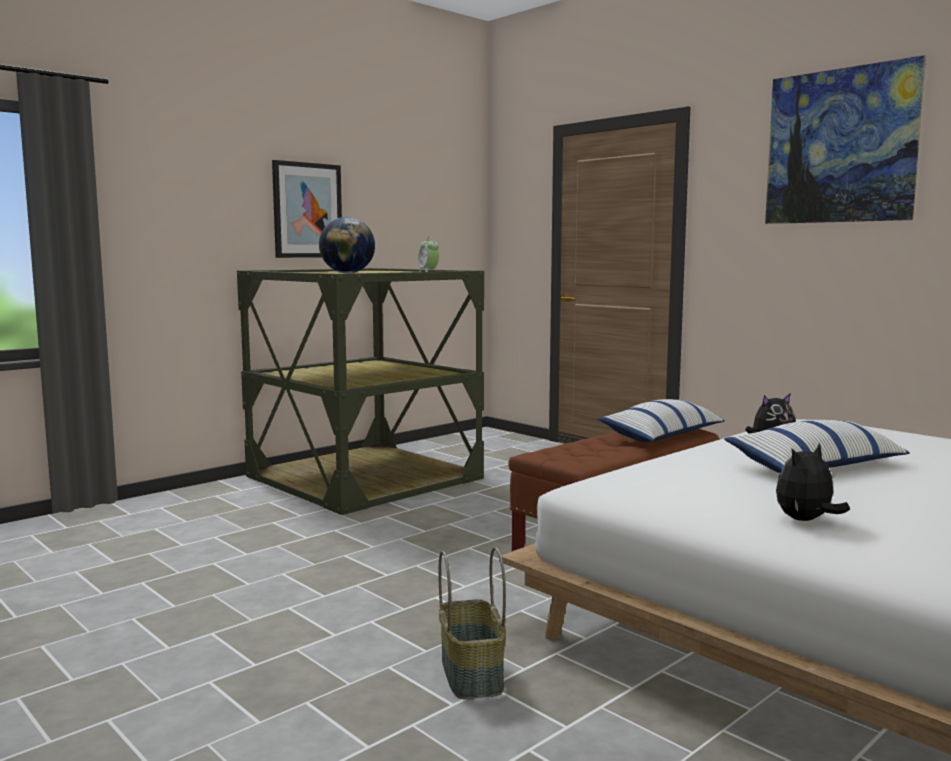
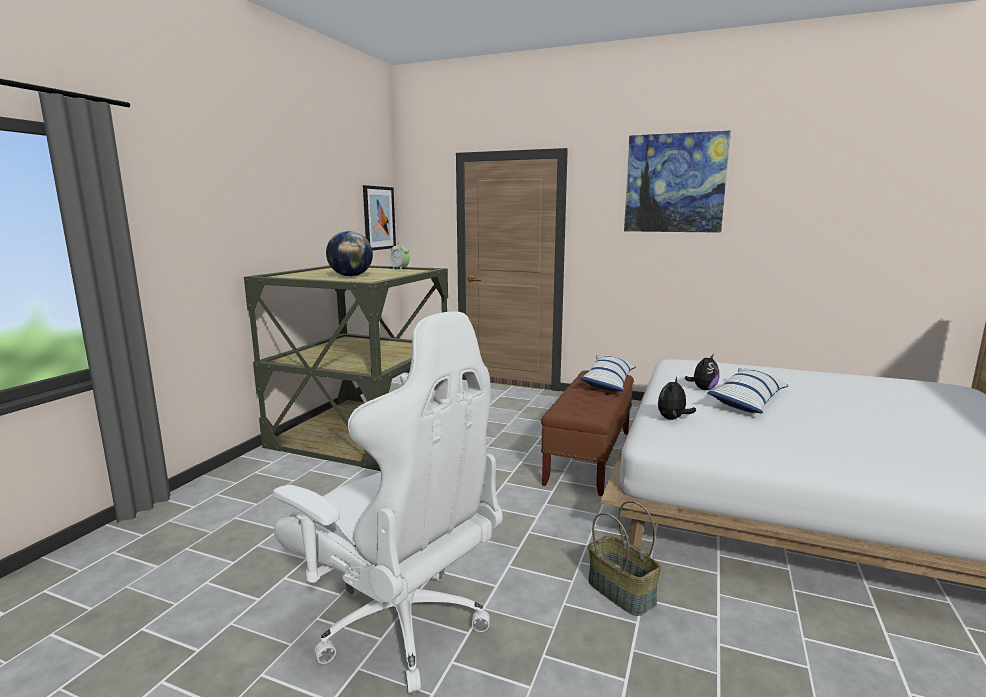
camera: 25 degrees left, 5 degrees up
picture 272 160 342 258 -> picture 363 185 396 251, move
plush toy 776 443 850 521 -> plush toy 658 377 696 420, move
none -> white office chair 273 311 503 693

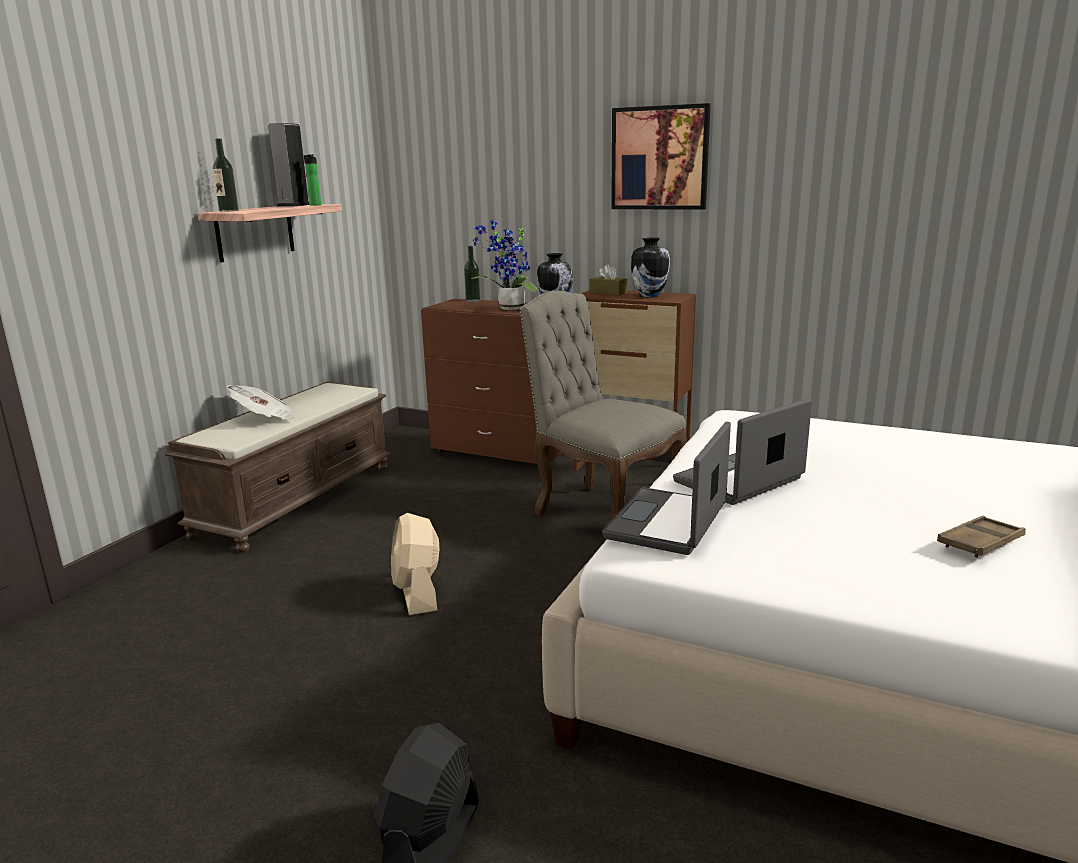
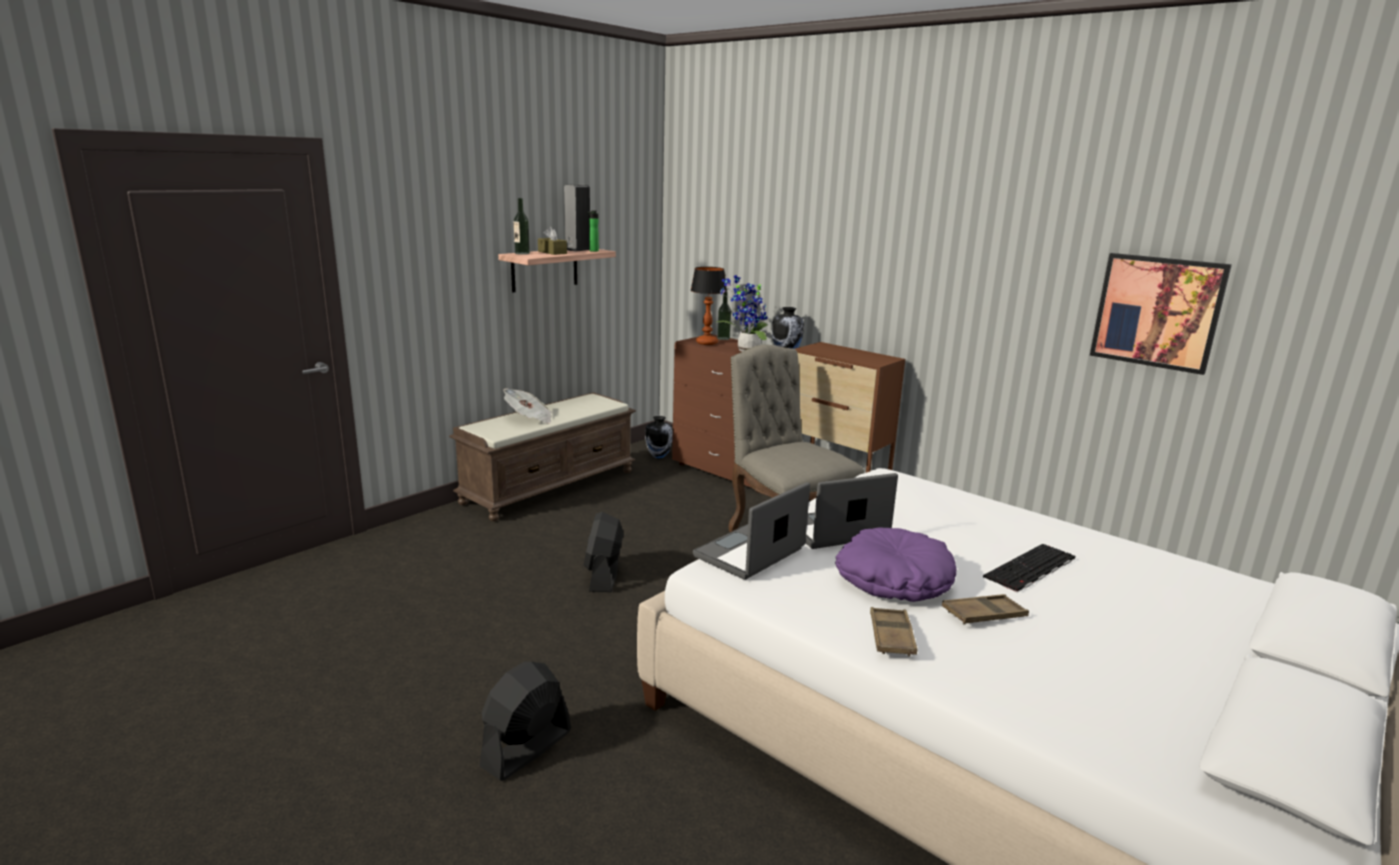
camera: 15 degrees right, 0 degrees up
picture 611 103 711 210 -> picture 1090 253 1232 375, move
vase 631 237 670 297 -> vase 645 416 673 459, move
brown tissue box 590 264 627 296 -> brown tissue box 538 227 567 255, move
beige fan 391 513 439 615 -> black fan 584 512 624 592
none -> table lamp 691 267 727 345
none -> purple pillow 835 527 956 602
none -> keyboard 983 544 1075 592
none -> brown tray 870 607 917 656

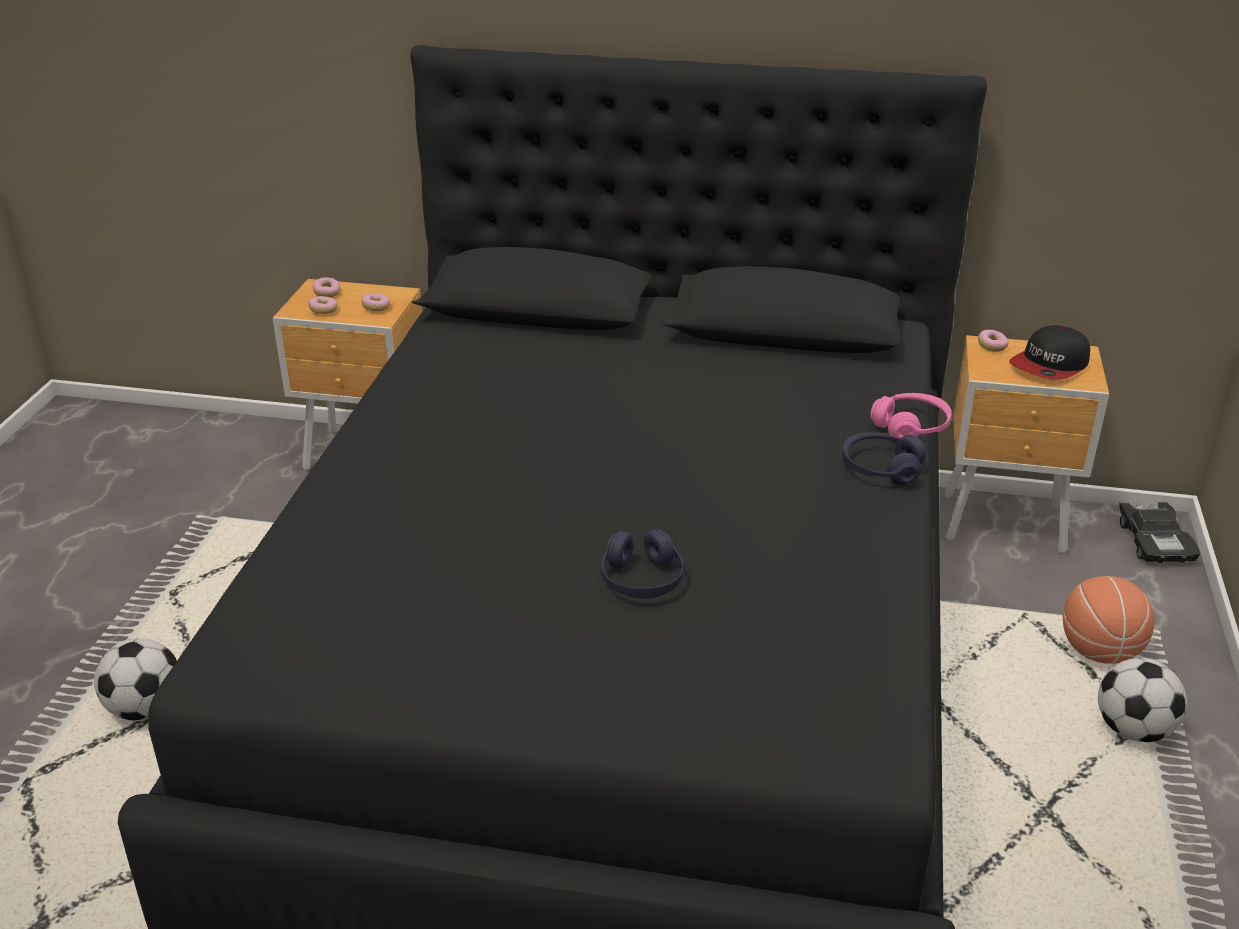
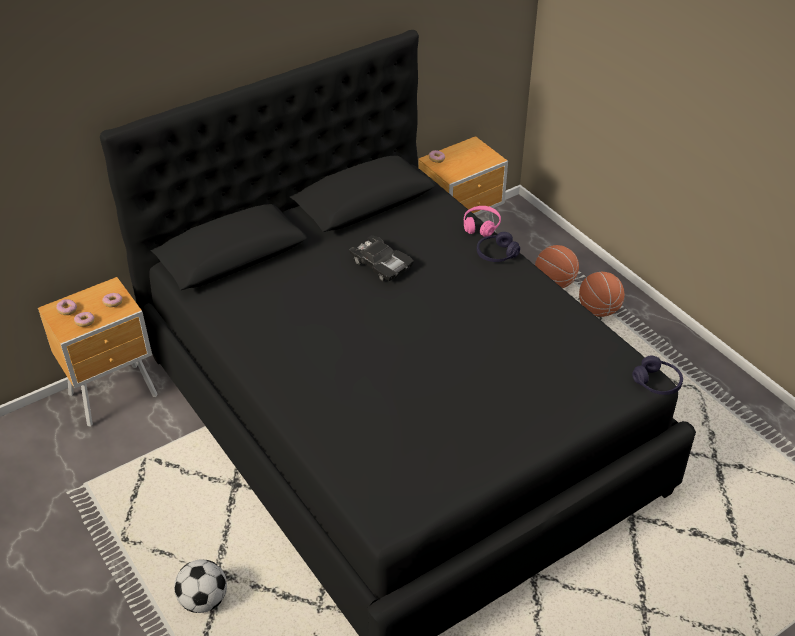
camera: 45 degrees left, 10 degrees up
cap 1009 325 1090 380 -> none
black toy car 1119 502 1200 563 -> black toy car 349 235 414 281, move
purple headphones 601 529 685 599 -> purple headphones 632 355 683 395, move
football 1098 658 1187 742 -> basketball 579 272 624 317

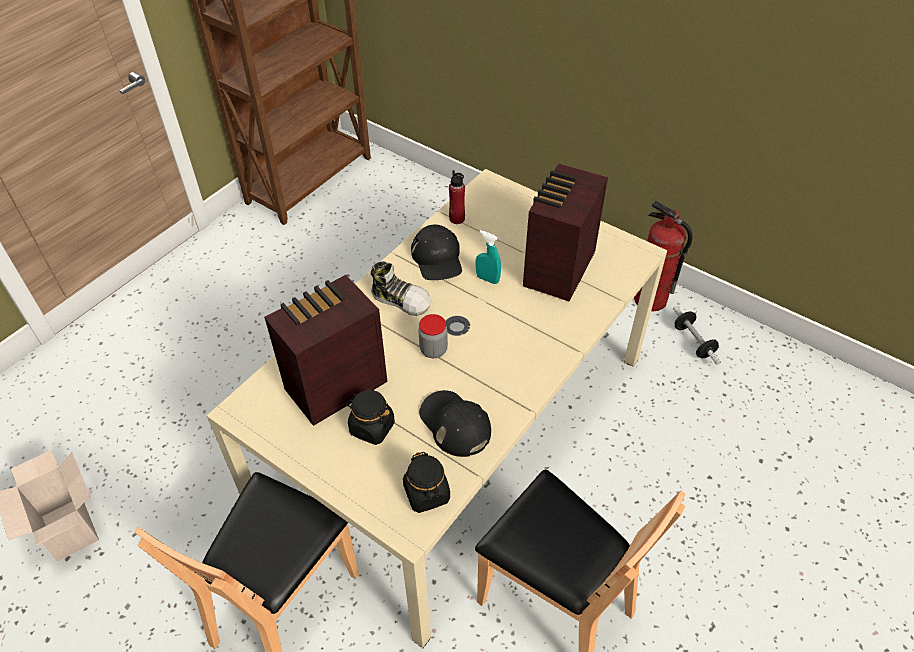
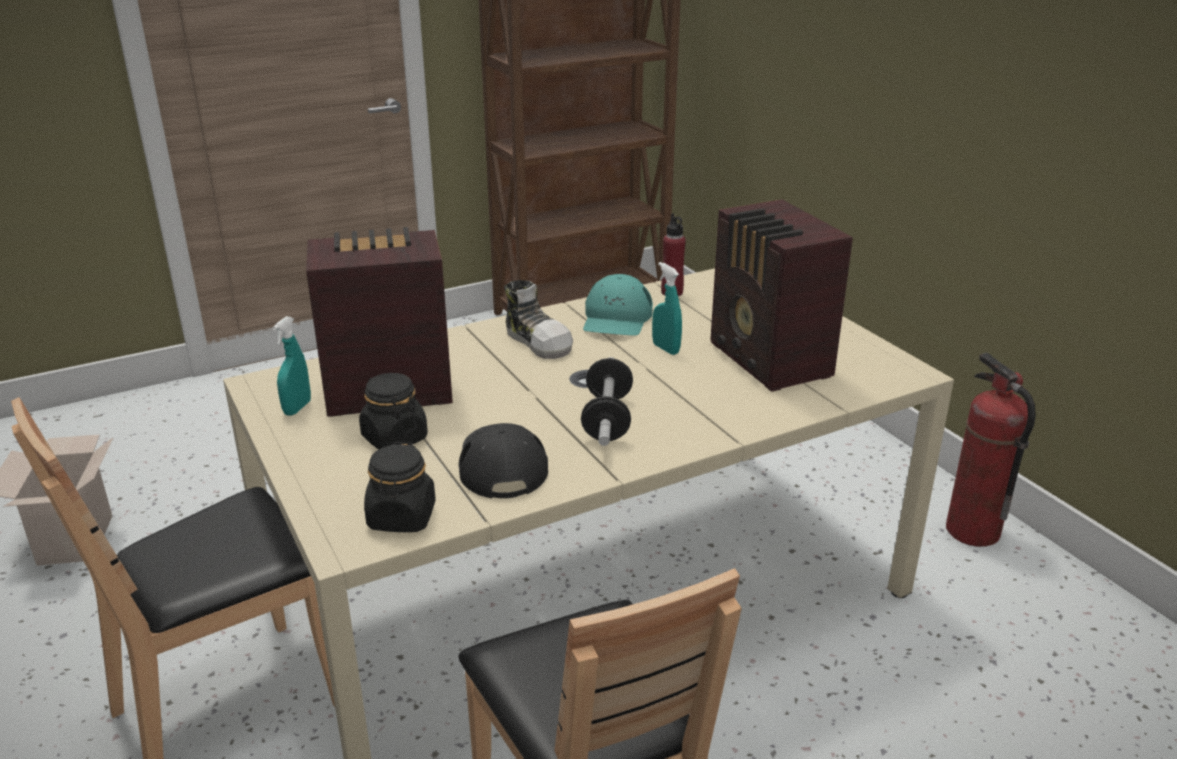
camera: 25 degrees right, 20 degrees down
radio 523 164 608 302 -> radio 710 199 853 392, 75 degrees counterclockwise
black cap 411 225 462 280 -> turquoise cap 583 274 653 336
dumbbell 673 306 721 365 -> dumbbell 581 357 633 446, move
jar 418 314 448 358 -> none
none -> turquoise spray bottle 272 316 311 416

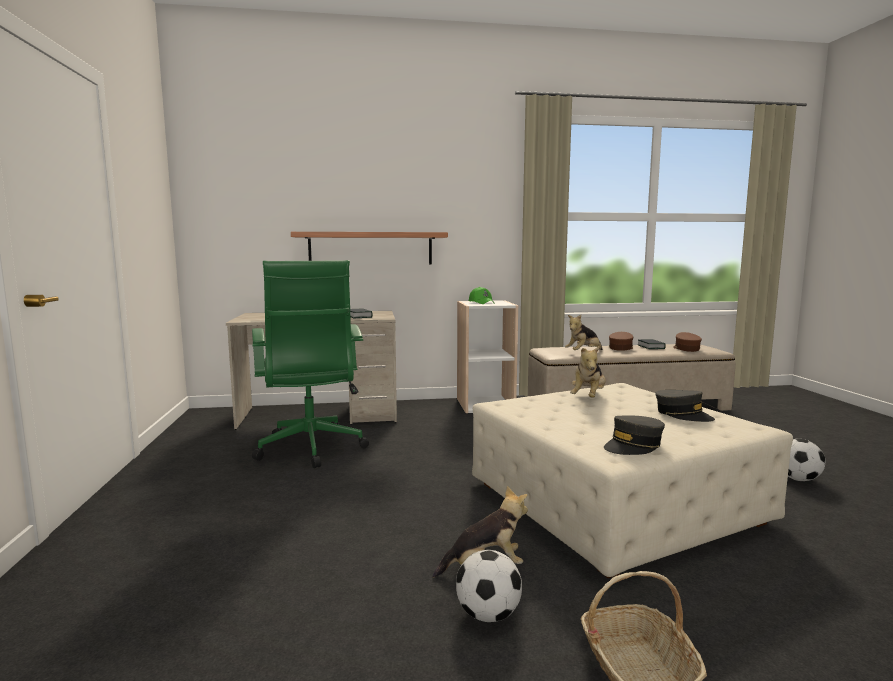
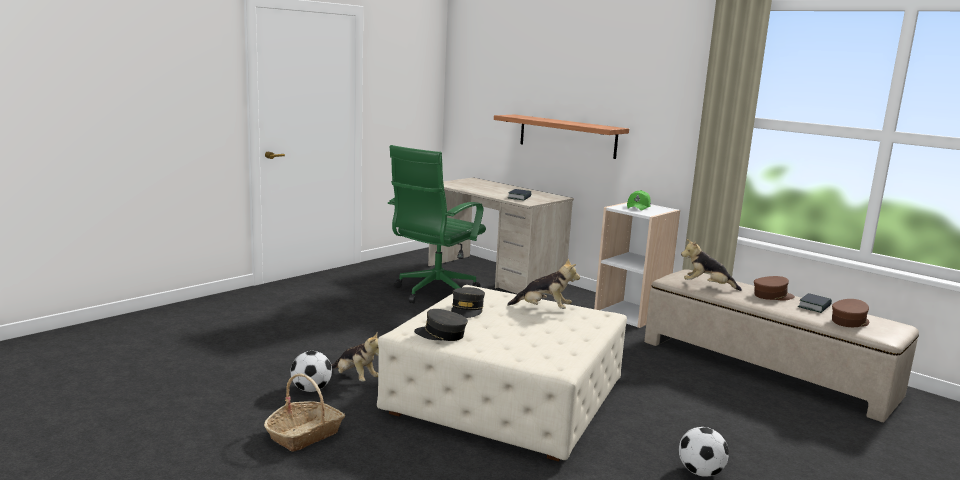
camera: 50 degrees right, 5 degrees up
plush toy 570 345 606 398 -> plush toy 507 259 580 309, 150 degrees counterclockwise
grey cap 655 390 715 422 -> grey cap 451 287 485 318, move

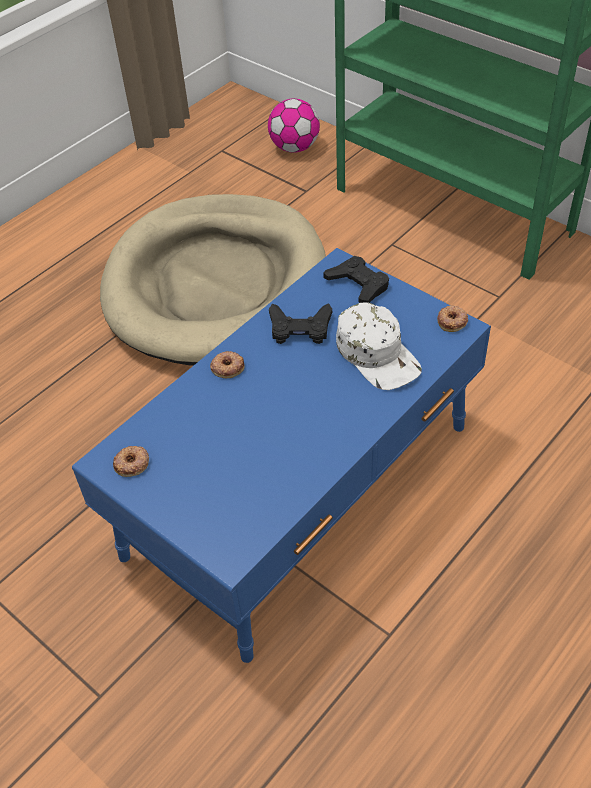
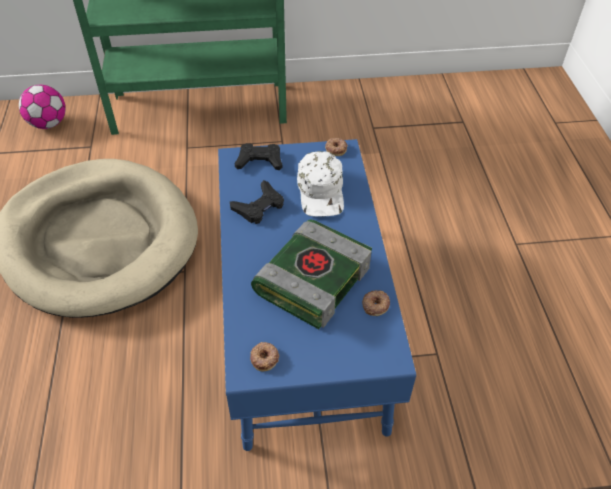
camera: 50 degrees left, 0 degrees up
white cap 336 303 422 390 -> white cap 297 151 344 217, 75 degrees clockwise
donut 210 351 245 378 -> donut 362 290 390 316, move
none -> book 251 219 372 329

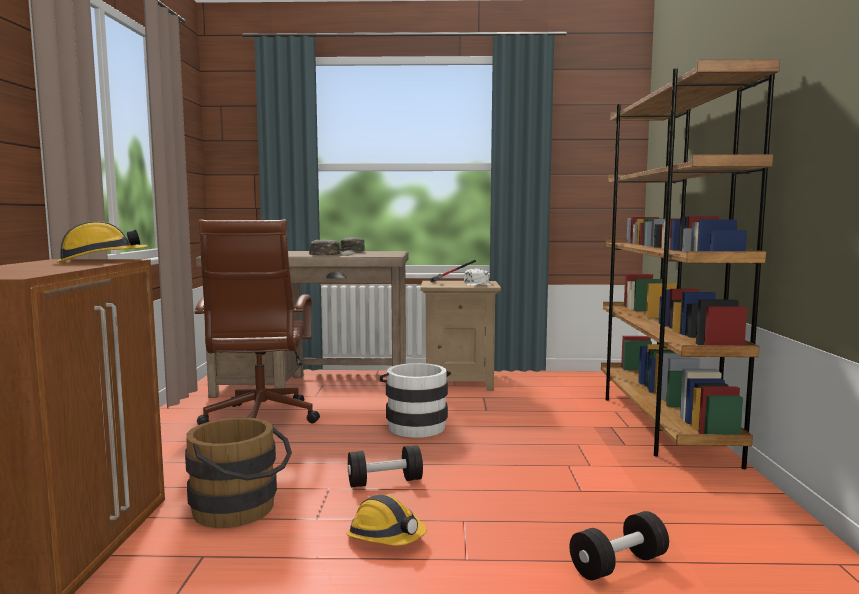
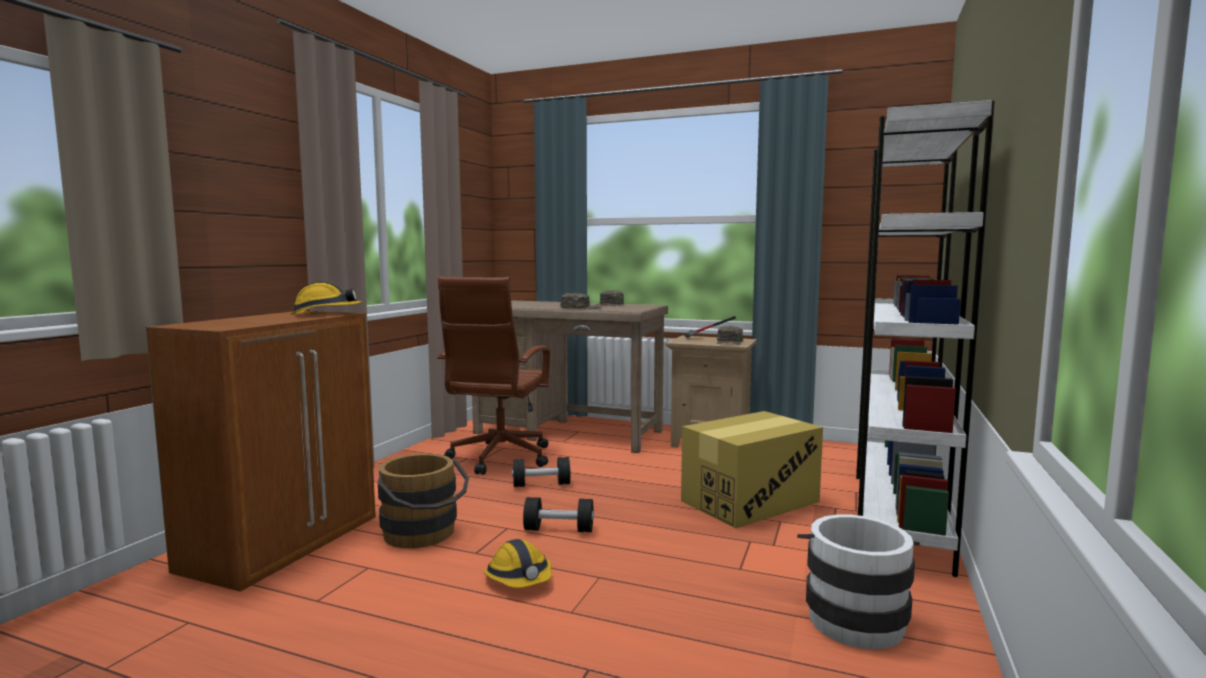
camera: 20 degrees right, 0 degrees up
brown bookcase 601 59 780 469 -> white bookcase 856 100 995 577
white cap 464 269 491 286 -> green cap 717 326 743 345
white bucket 380 363 451 438 -> white bucket 797 515 920 649, move
black dumbbell 570 511 669 580 -> black dumbbell 512 457 571 487, move
none -> cardboard box 681 411 823 528

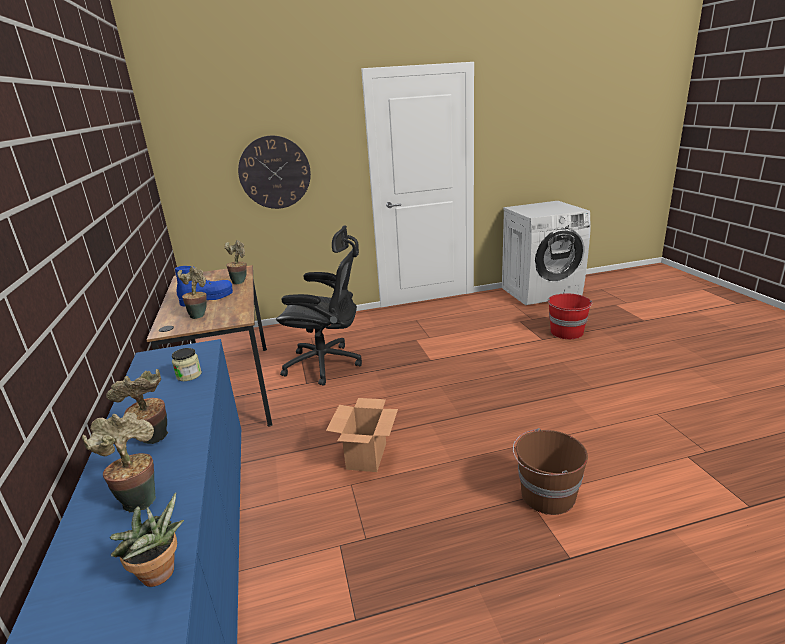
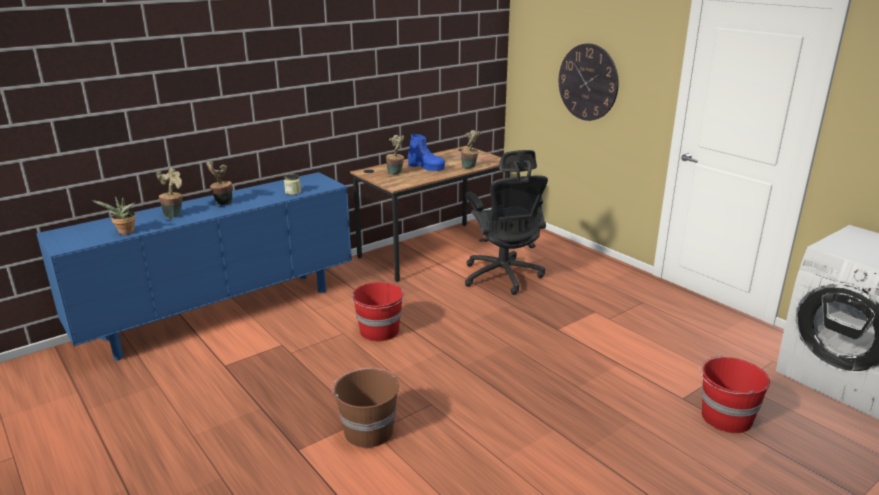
camera: 65 degrees right, 0 degrees up
cardboard box 326 398 398 472 -> red bucket 352 282 405 341

